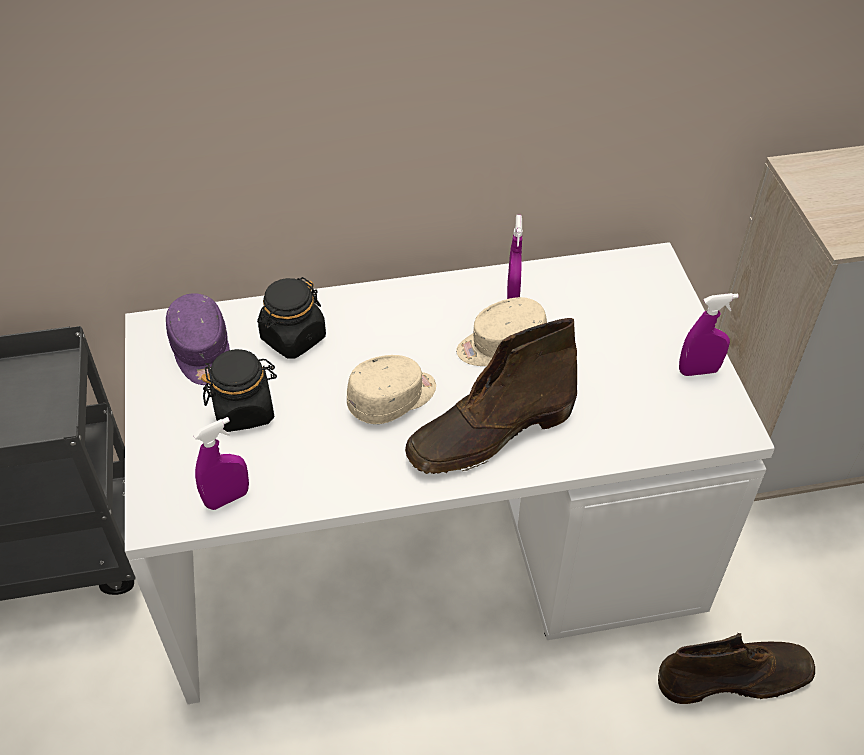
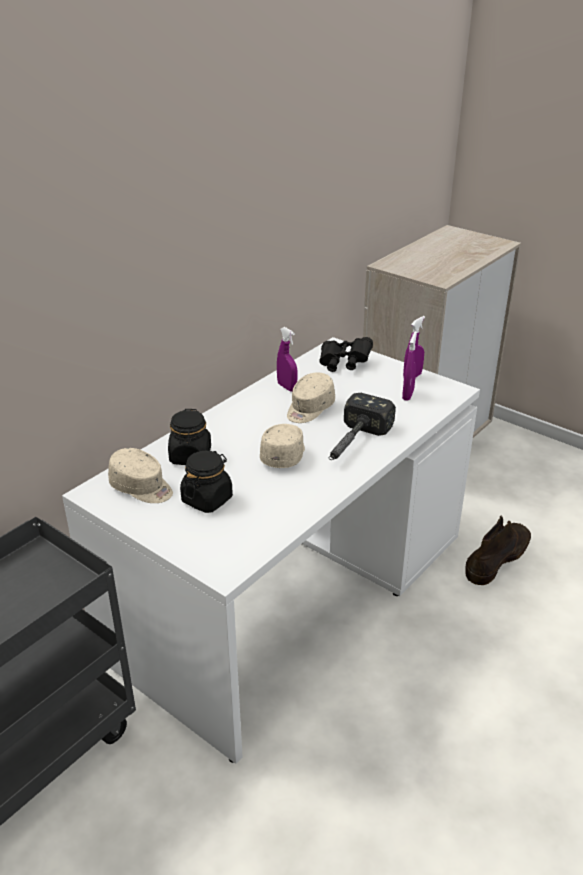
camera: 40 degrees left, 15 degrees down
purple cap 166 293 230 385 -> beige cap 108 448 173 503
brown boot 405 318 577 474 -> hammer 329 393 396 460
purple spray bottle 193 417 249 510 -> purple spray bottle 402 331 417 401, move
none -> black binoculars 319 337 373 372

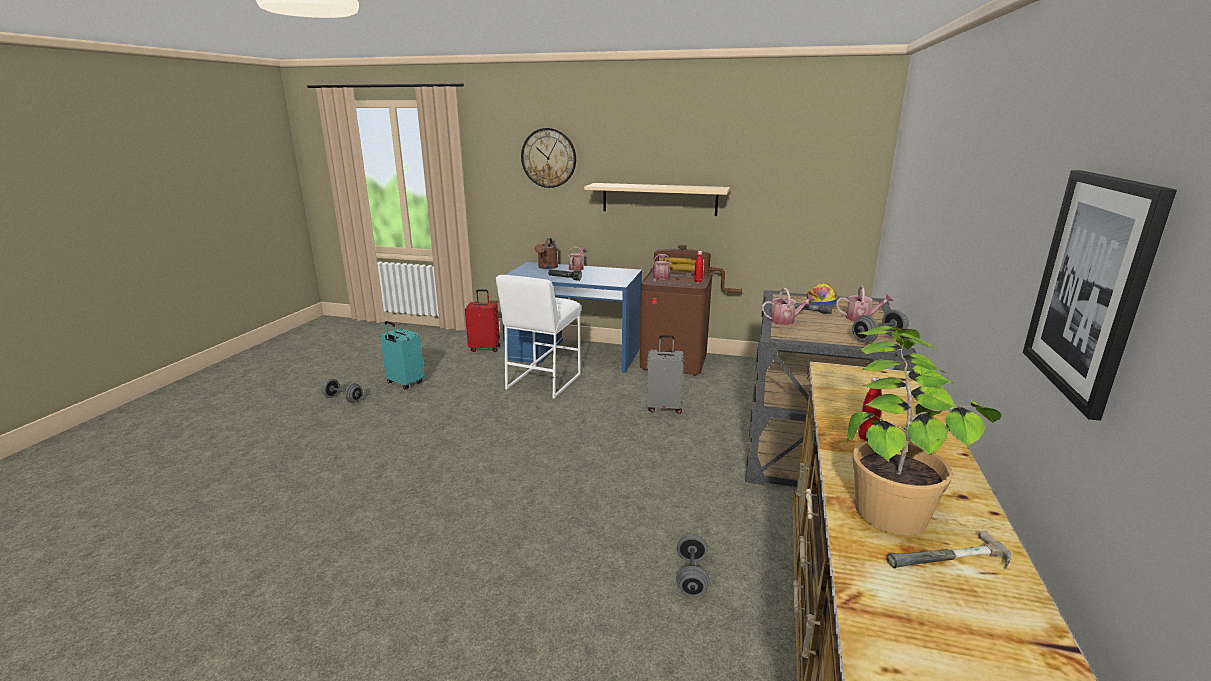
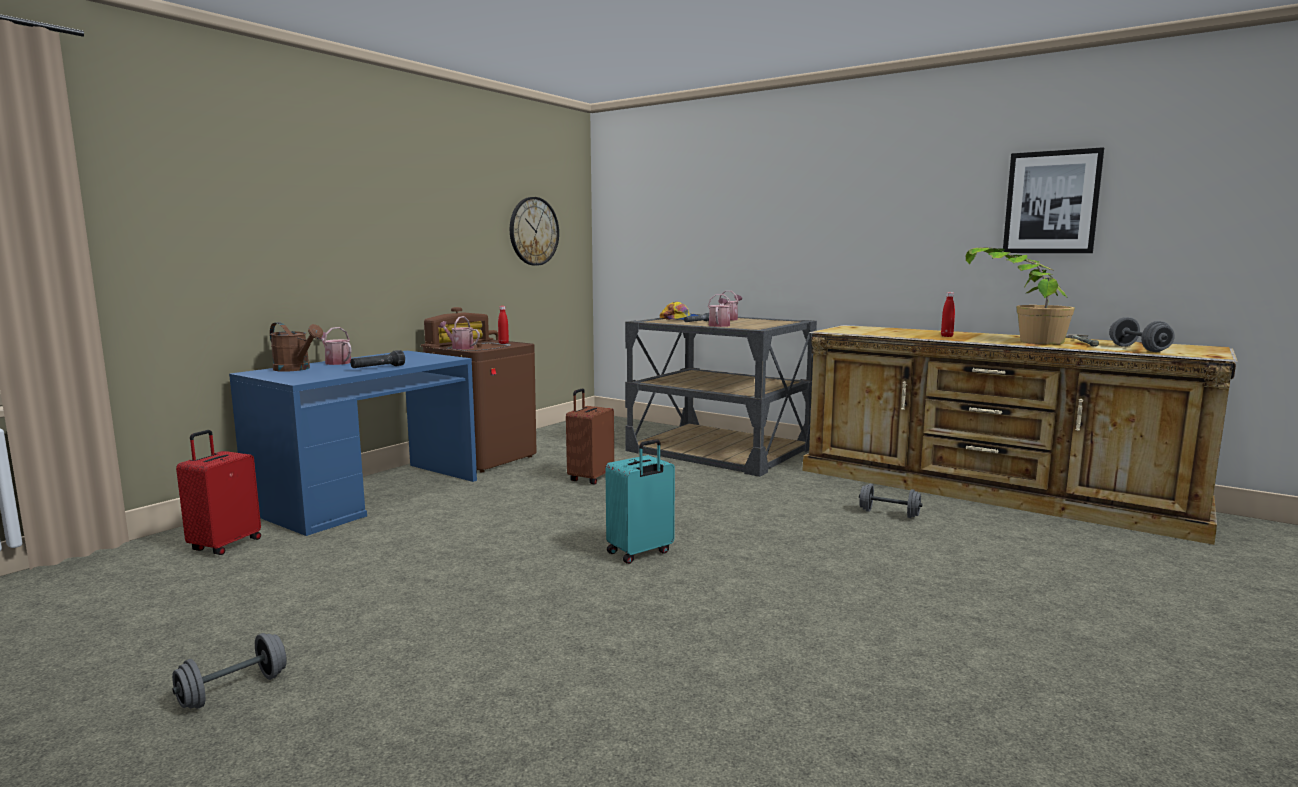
camera: 70 degrees left, 10 degrees down
wall clock 521 128 576 188 -> wall clock 510 197 559 266, move
beige shelf 584 183 730 216 -> none
white stool 496 275 581 398 -> none
grey dumbbell 852 310 909 343 -> grey dumbbell 1109 317 1175 352, move
turquoise suitcase 380 321 425 389 -> turquoise suitcase 605 439 675 564, move
grey suitcase 646 335 684 414 -> brown suitcase 566 388 614 484

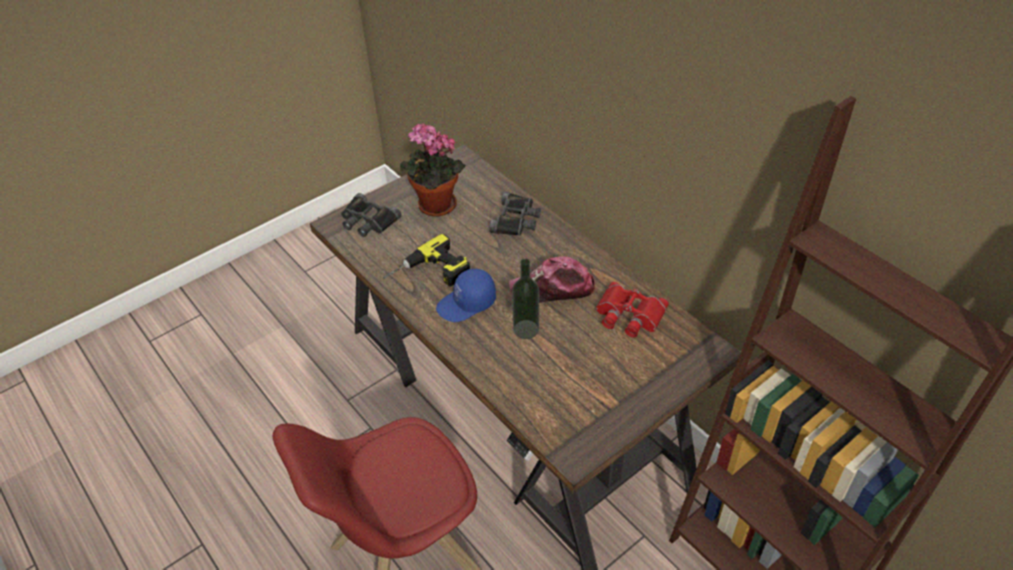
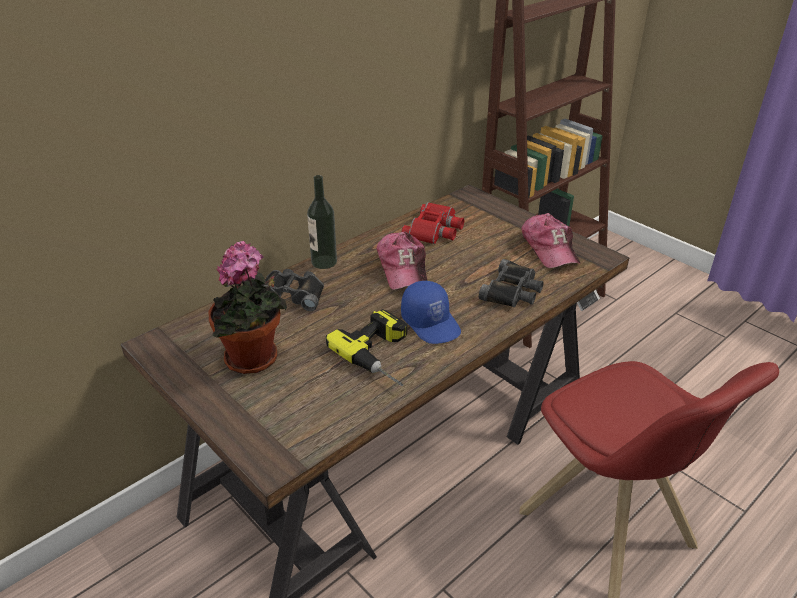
camera: 95 degrees left, 10 degrees down
black binoculars 341 193 402 237 -> black binoculars 479 259 544 307, move
bottle 512 259 539 339 -> bottle 307 175 337 269, move
none -> cap 522 213 580 268

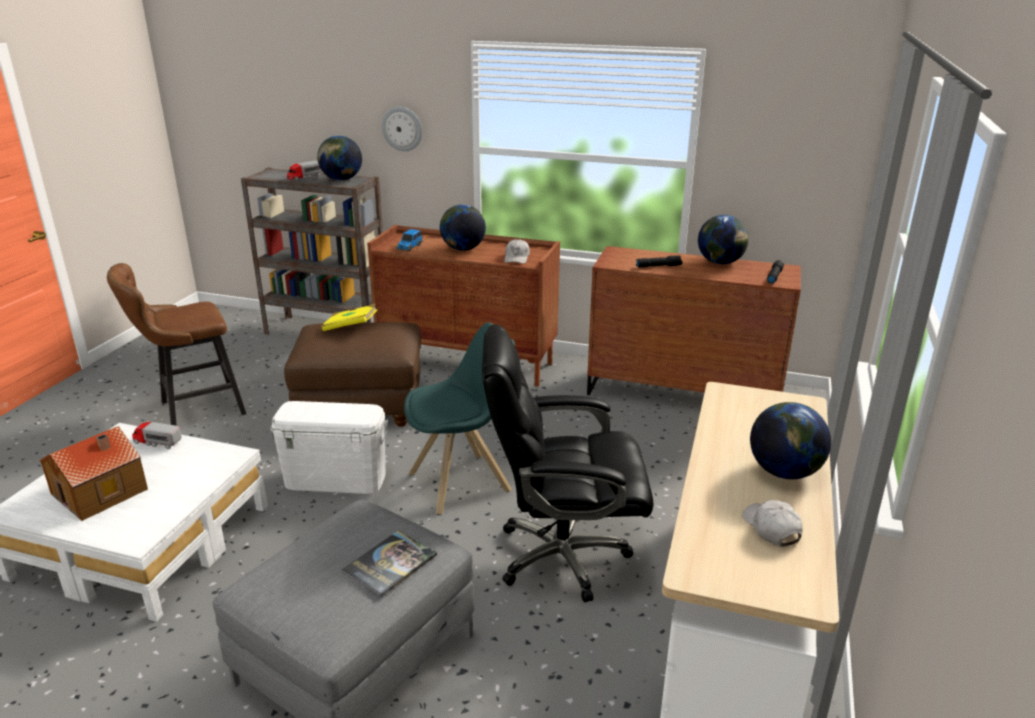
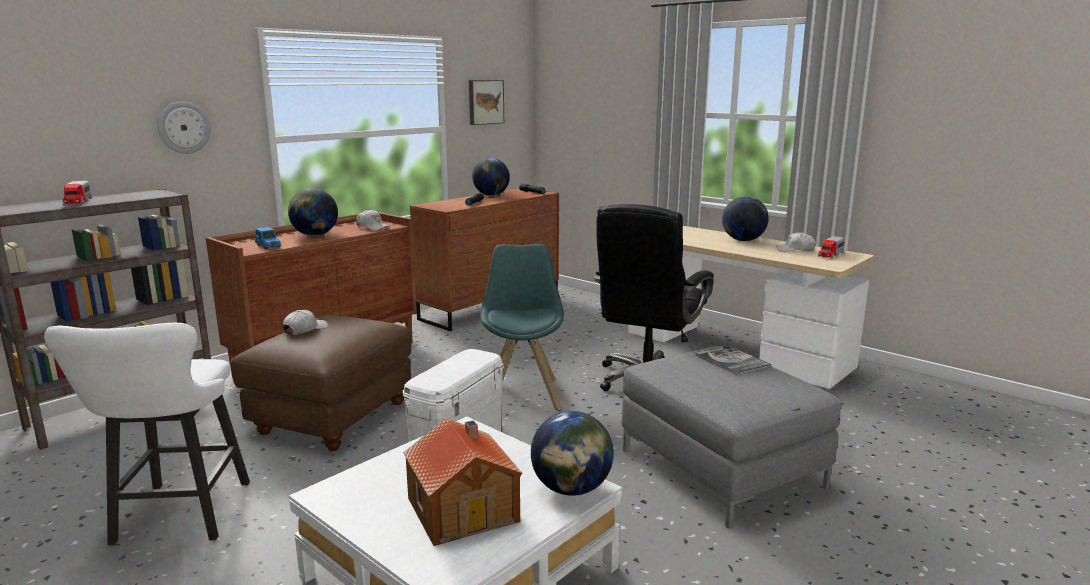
camera: 65 degrees left, 10 degrees down
globe 317 136 362 181 -> globe 531 411 614 496, move
brown stool 107 263 246 426 -> white stool 44 323 250 545
yellow book 321 304 378 331 -> white cap 283 310 328 335
toy truck 132 422 182 449 -> toy truck 818 236 845 258, move
none -> picture 469 80 504 125

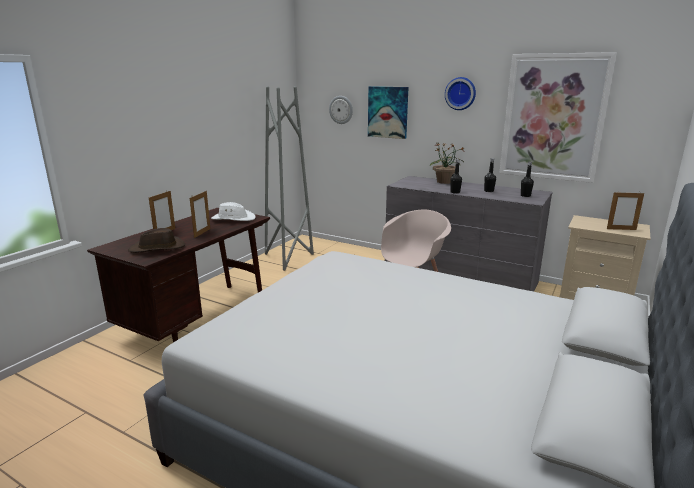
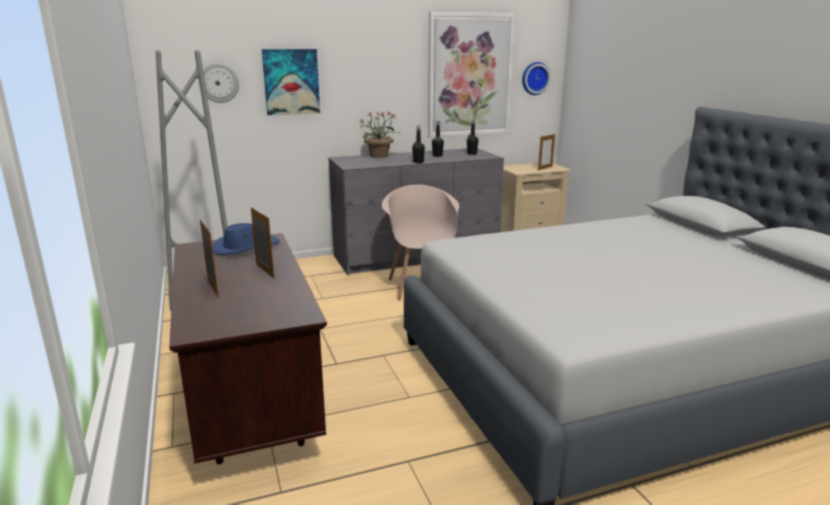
camera: 50 degrees left, 0 degrees up
wall clock 445 77 476 110 -> wall clock 522 62 551 95, move
white hat 211 202 256 221 -> blue hat 212 223 280 255
brown hat 128 228 185 253 -> none

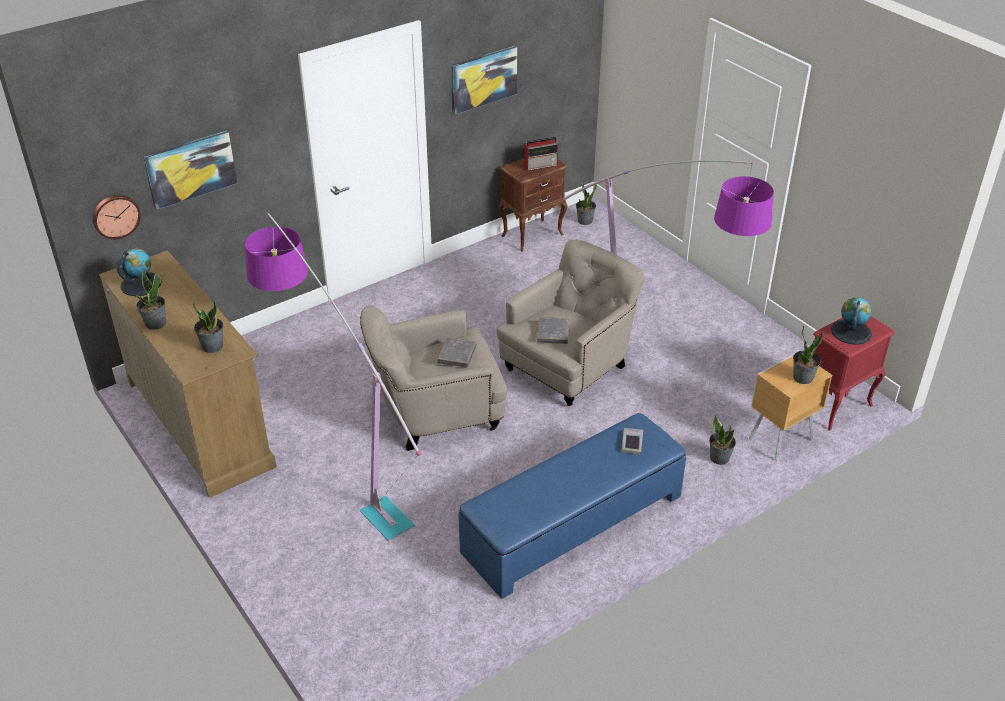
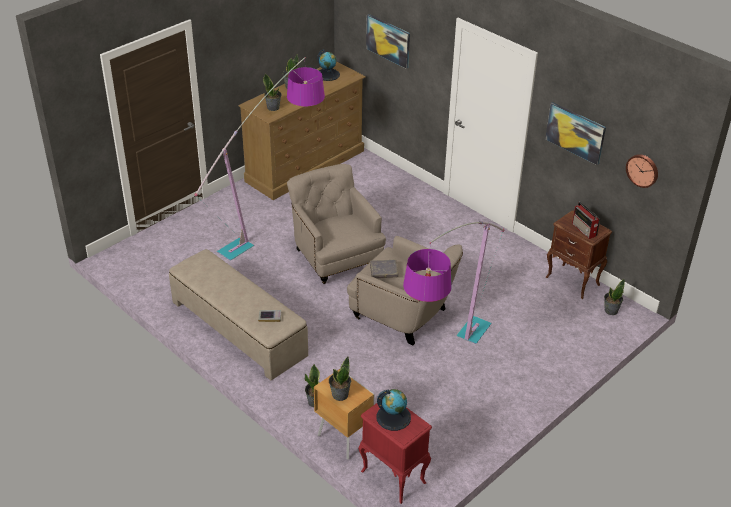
camera: 80 degrees right, 0 degrees up
wall clock 93 195 141 239 -> wall clock 626 154 658 188, move
grey book 437 337 477 367 -> none
blue bench 459 413 686 599 -> beige bench 169 249 308 381

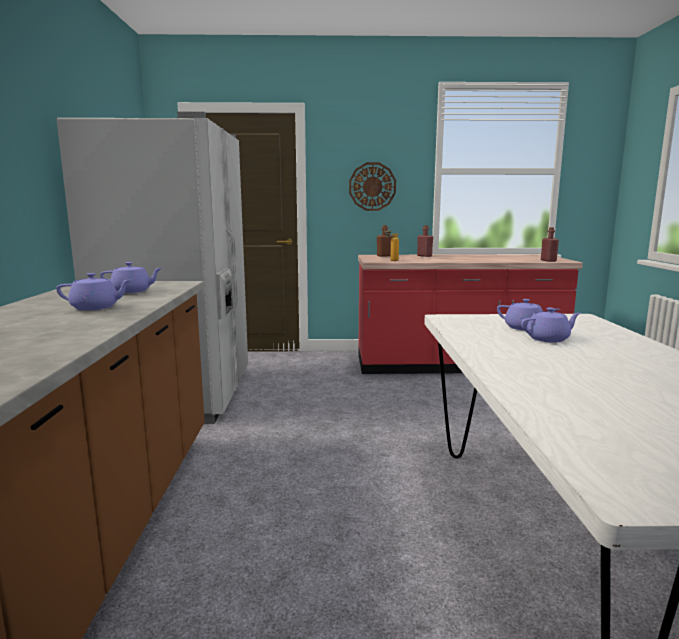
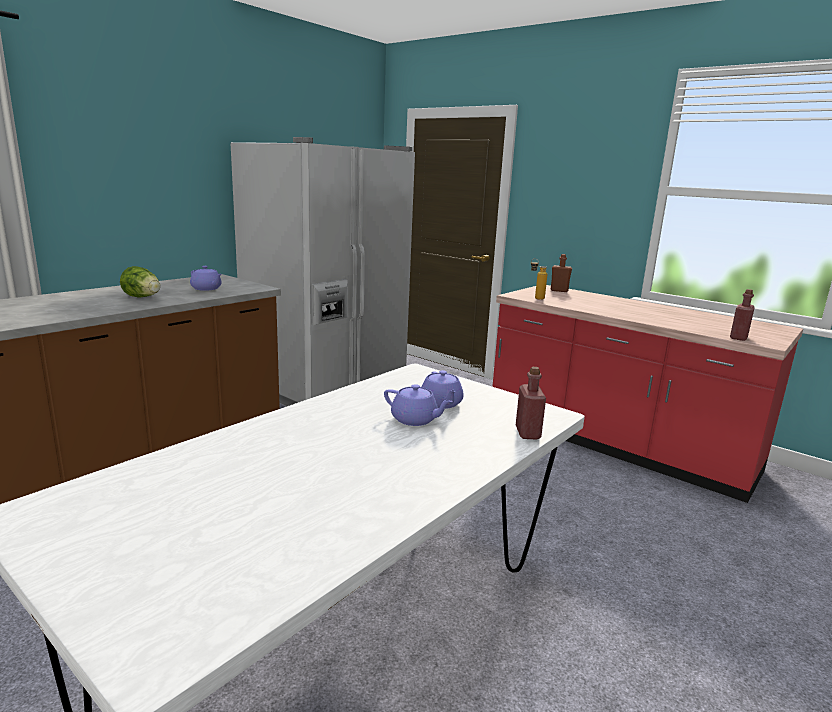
camera: 40 degrees right, 5 degrees up
wall clock 349 162 396 211 -> none
red bottle 417 225 433 257 -> red bottle 516 367 546 439, move
purple teapot 56 273 131 310 -> lettuce 120 266 160 297

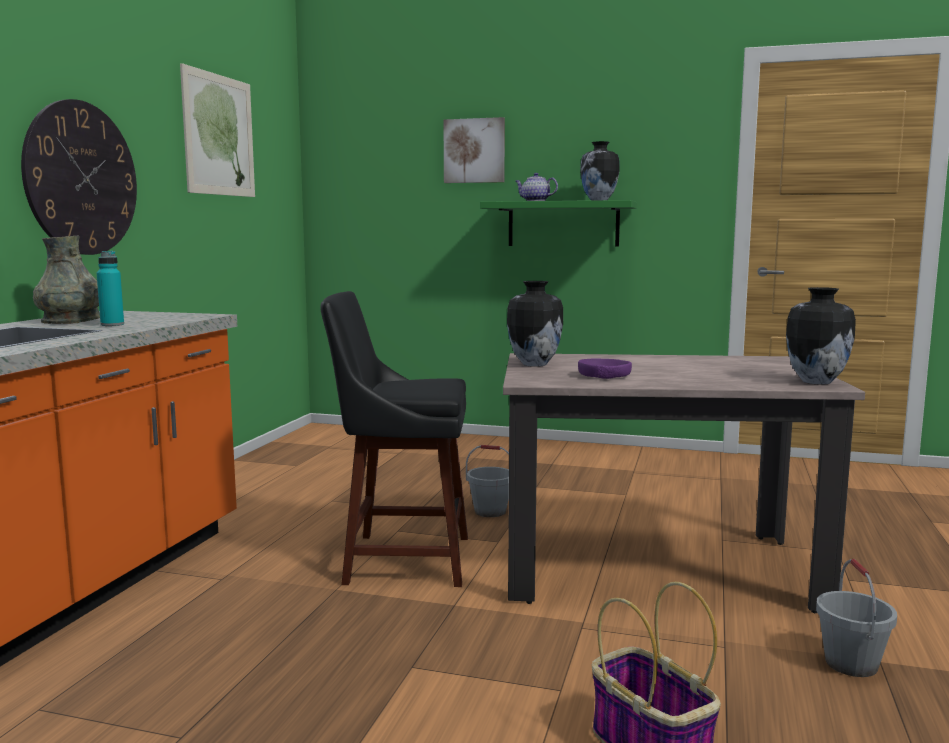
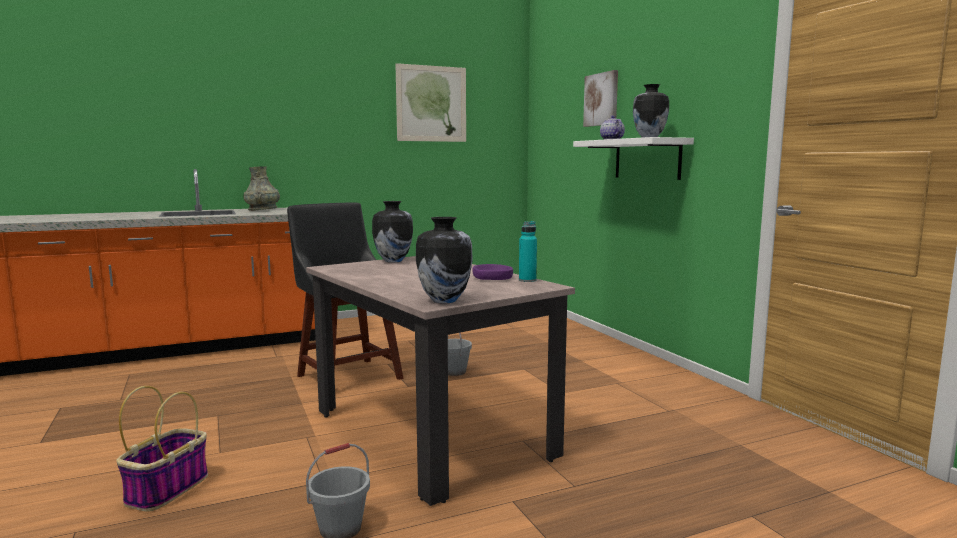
camera: 50 degrees right, 0 degrees up
wall clock 21 99 137 255 -> none
green shelf 480 200 637 247 -> white shelf 573 137 694 180
turquoise bottle 97 251 124 326 -> turquoise bottle 519 221 537 282, move
purple bowl 578 359 632 379 -> purple bowl 473 264 513 280, move

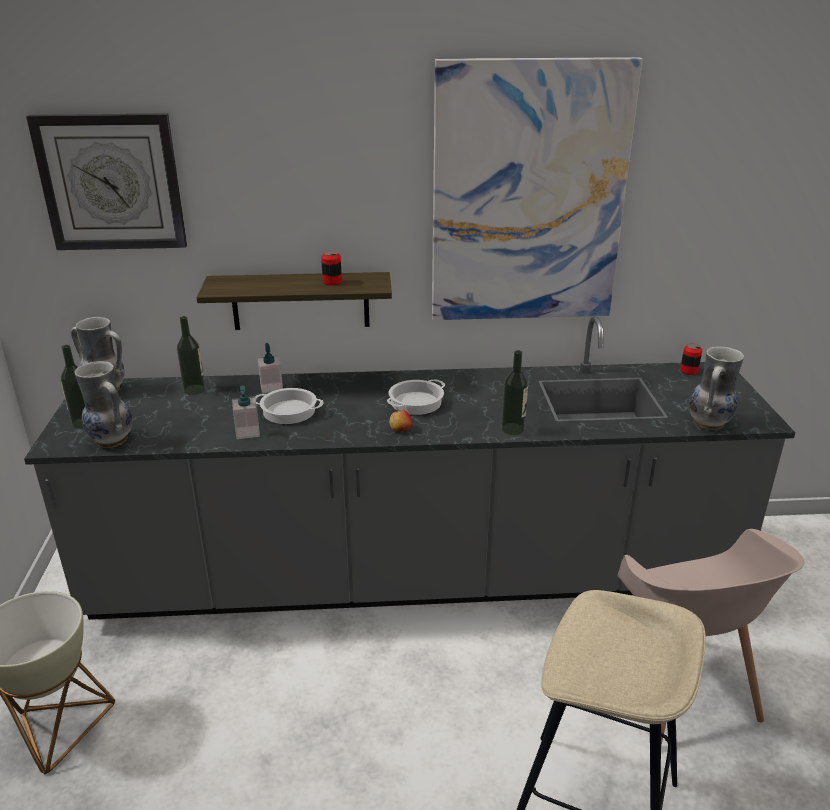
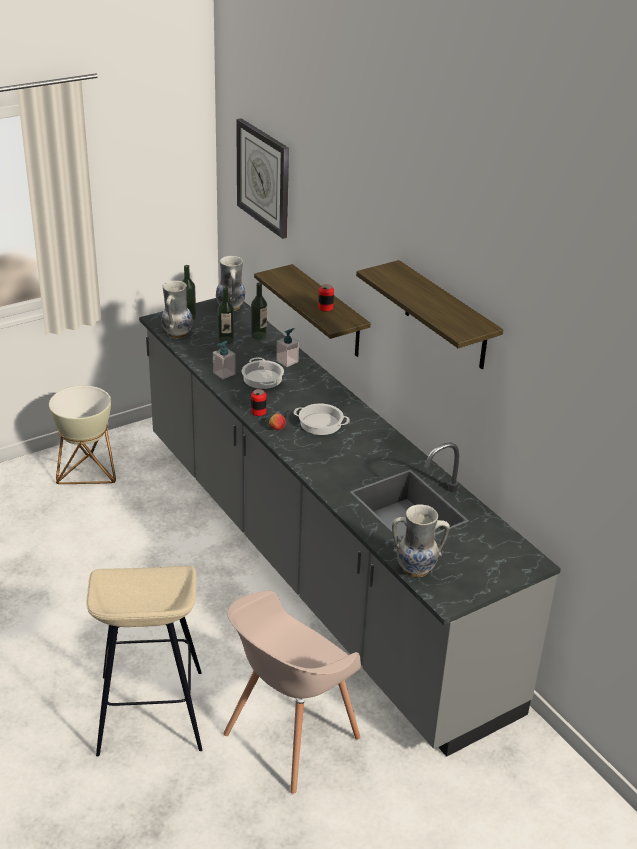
camera: 60 degrees right, 5 degrees up
picture 432 57 643 320 -> shelf 356 260 503 369
can 680 344 702 375 -> can 251 389 266 416, move
bottle 501 350 528 435 -> bottle 218 287 234 344, move

